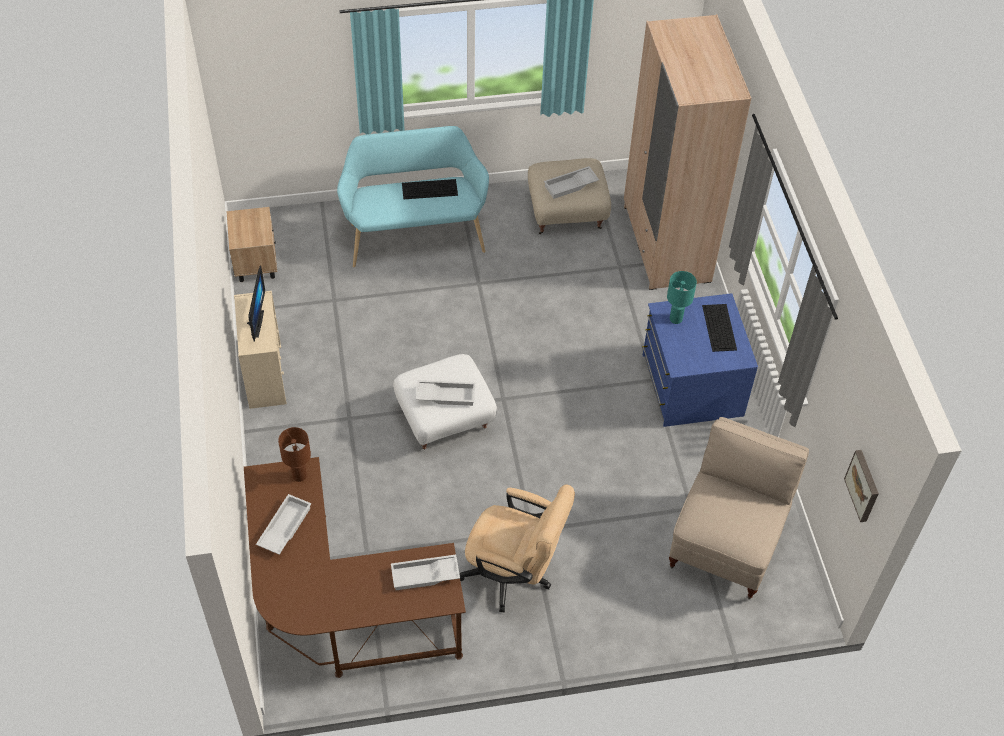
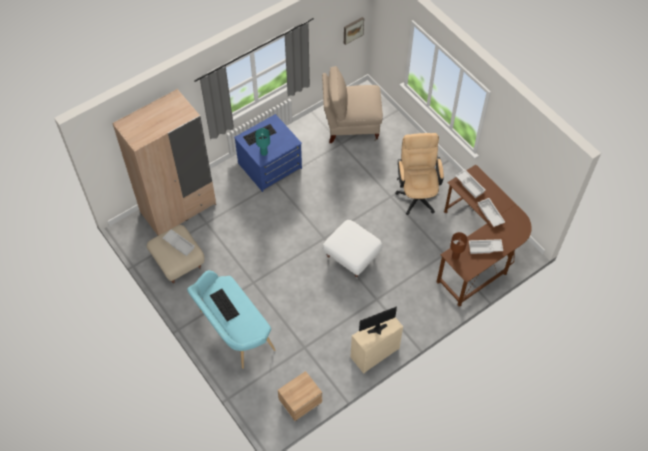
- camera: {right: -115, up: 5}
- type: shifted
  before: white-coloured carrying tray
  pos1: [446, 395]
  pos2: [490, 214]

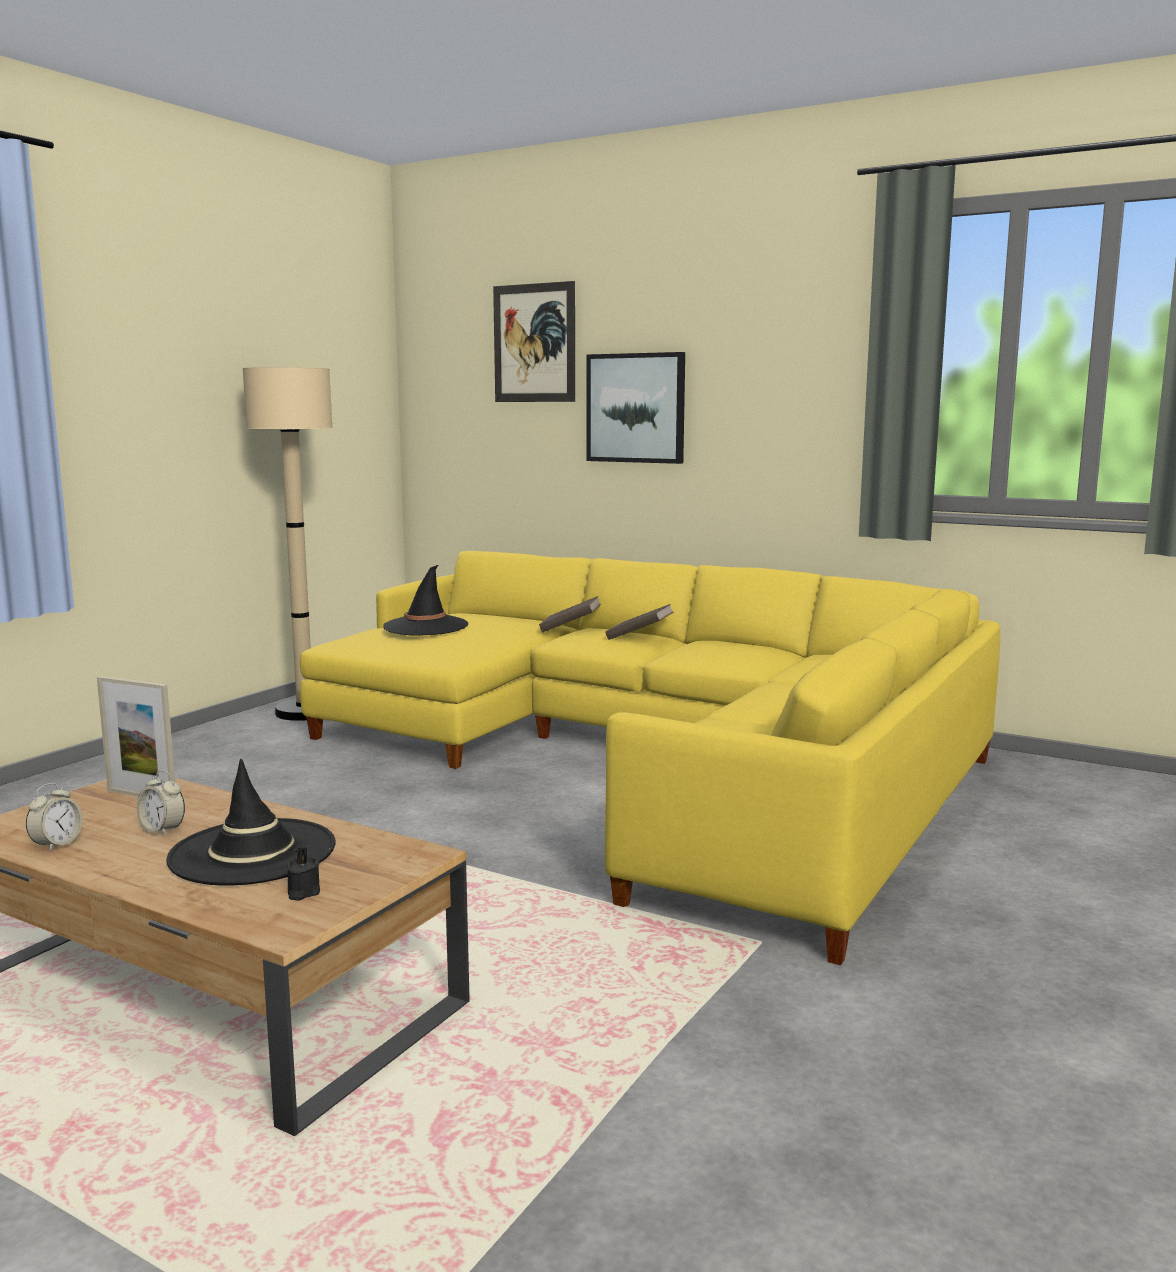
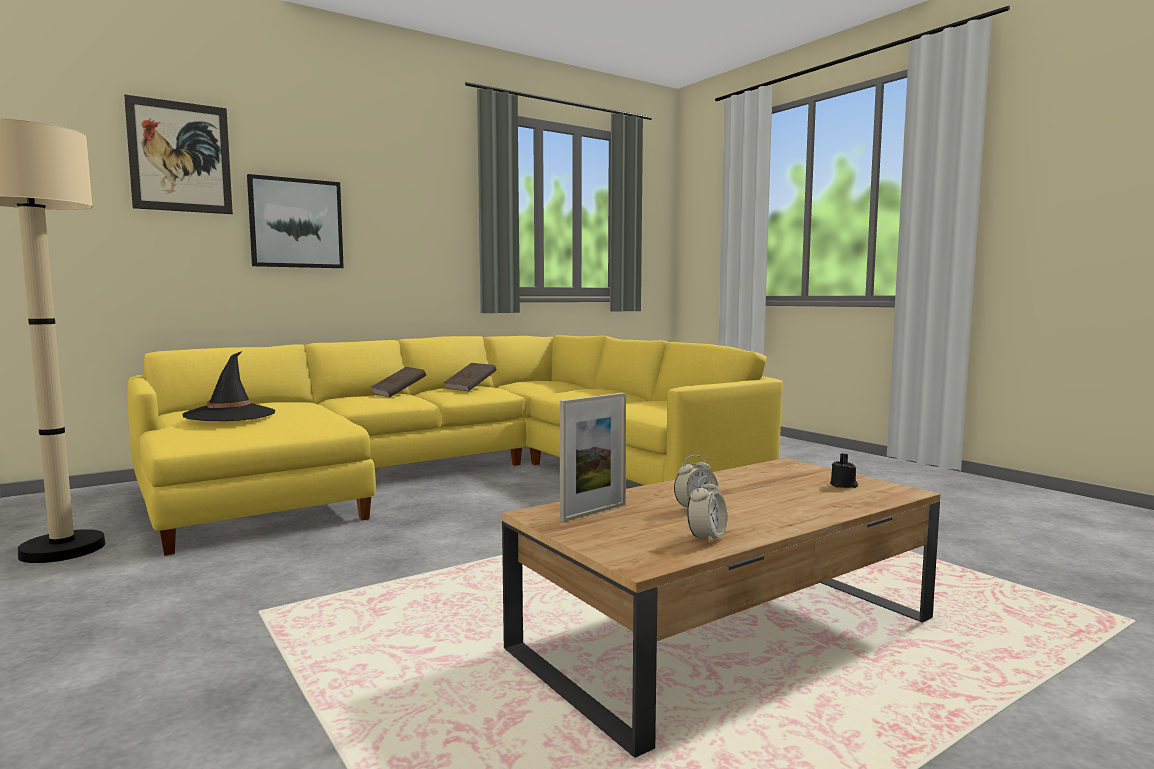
- camera: {right: -65, up: -5}
- type: shifted
  before: brown book
  pos1: [570, 629]
  pos2: [470, 388]
- type: gone
  before: black-coloured clothing hat
  pos1: [253, 853]
- type: rotated
  before: table clock
  pos1: [56, 844]
  pos2: [707, 537]
  turn: 75

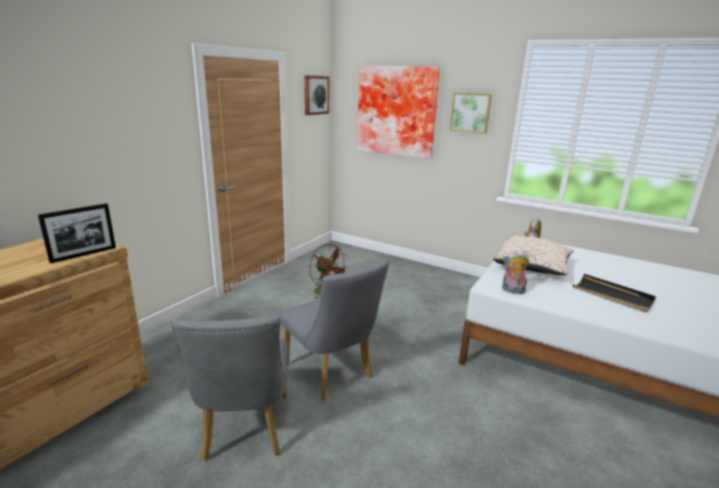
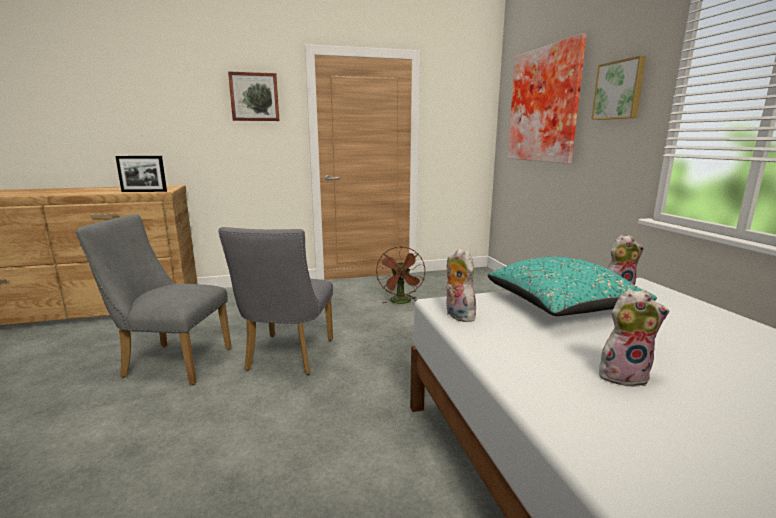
- camera: {right: 45, up: -5}
- type: shifted
  before: wall art
  pos1: [316, 95]
  pos2: [254, 97]
- type: repainted
  before: sand-coloured cushion
  after: turquoise-coloured cushion
  pos1: [532, 267]
  pos2: [562, 307]
- type: swapped
  before: black-coloured carrying tray
  after: plush toy
  pos1: [612, 295]
  pos2: [623, 375]
- type: rotated
  before: greyish chair
  pos1: [245, 432]
  pos2: [171, 362]
  turn: 60

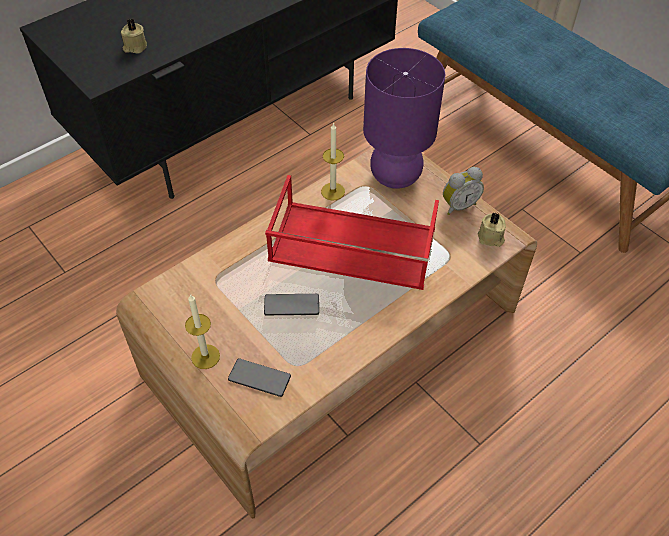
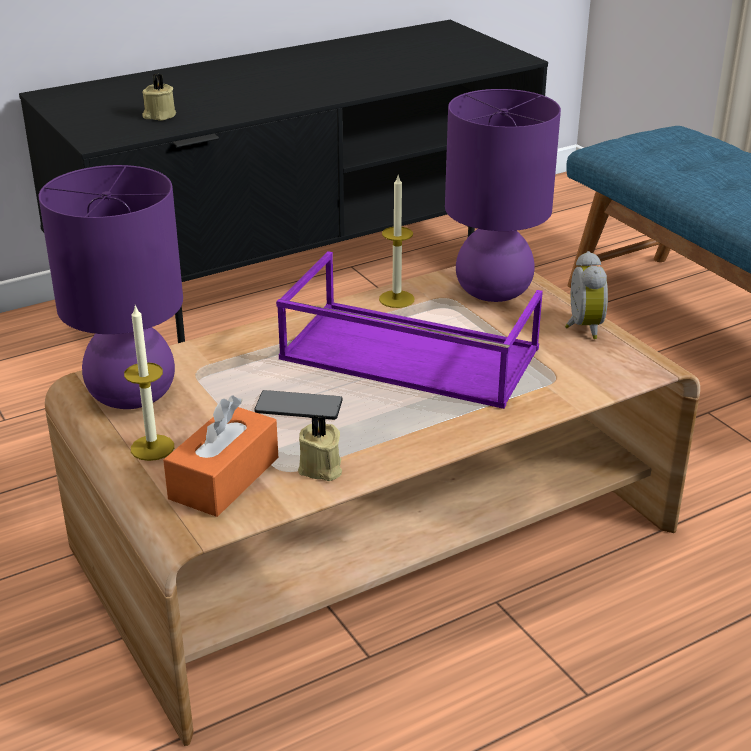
- camera: {right: 10, up: -20}
- type: rotated
  before: table clock
  pos1: [458, 205]
  pos2: [581, 327]
  turn: -75
- type: repainted
  before: reddish carrying tray
  after: purple-coloured carrying tray
  pos1: [350, 246]
  pos2: [406, 355]
- type: shifted
  before: sand-coloured wax candle
  pos1: [490, 238]
  pos2: [320, 469]
- type: swapped
  before: telephone
  after: orange box of tissues
  pos1: [259, 378]
  pos2: [224, 478]
- type: new
  after: purple-coloured lamp for a table
  pos2: [133, 395]

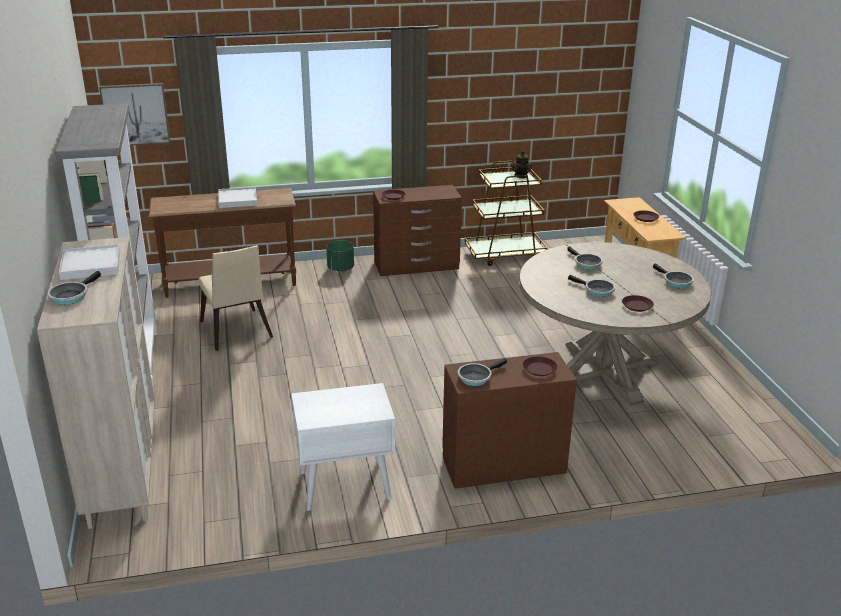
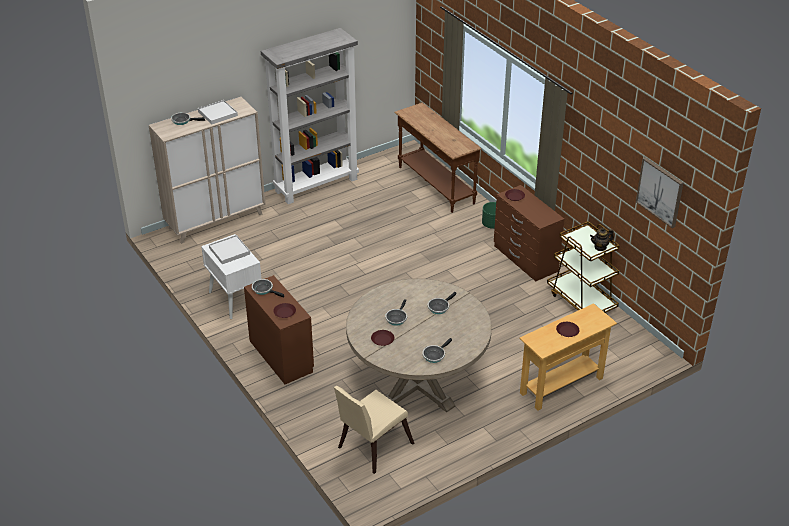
- camera: {right: 70, up: 10}
- type: shifted
  before: wall art
  pos1: [135, 114]
  pos2: [660, 192]
- type: shifted
  before: white-coloured carrying tray
  pos1: [237, 199]
  pos2: [229, 251]
- type: shifted
  before: sand-coloured chair
  pos1: [236, 332]
  pos2: [371, 447]

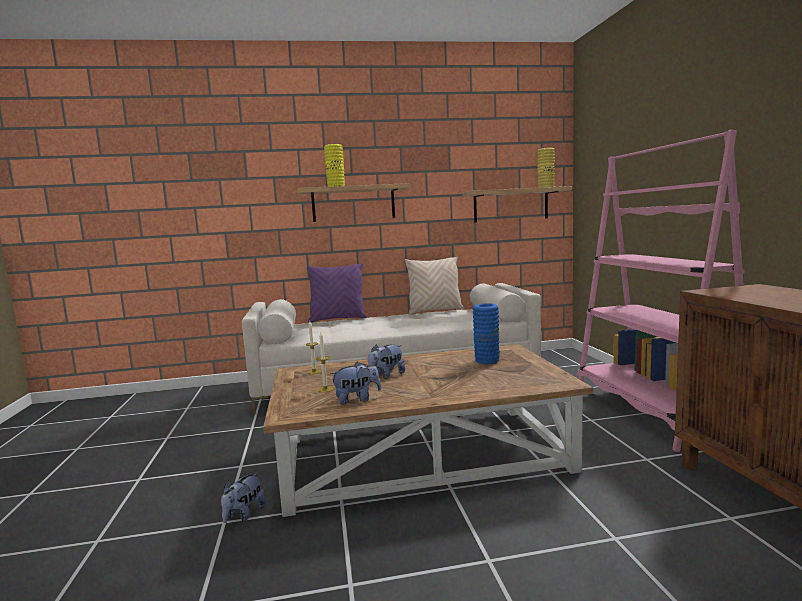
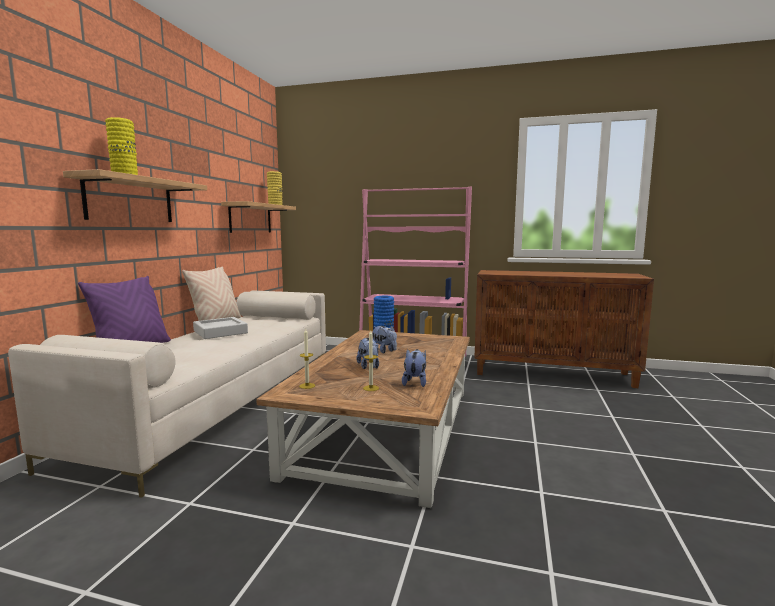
- camera: {right: -65, up: 0}
- type: shifted
  before: plush toy
  pos1: [244, 514]
  pos2: [384, 351]
- type: new
  after: greyish carrying tray
  pos2: [220, 332]

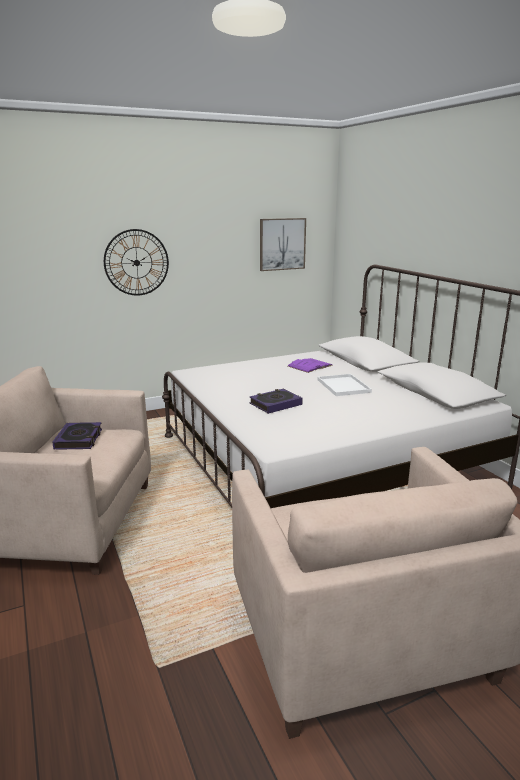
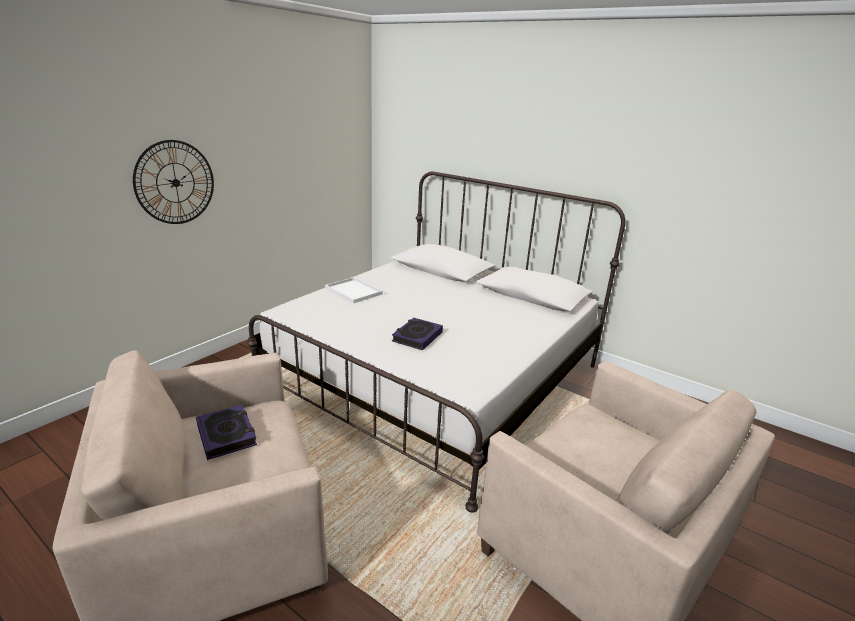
- camera: {right: -30, up: 5}
- type: gone
  before: wall art
  pos1: [282, 244]
- type: gone
  before: purple-coloured book
  pos1: [309, 366]
- type: shifted
  before: white-coloured carrying tray
  pos1: [342, 385]
  pos2: [352, 291]

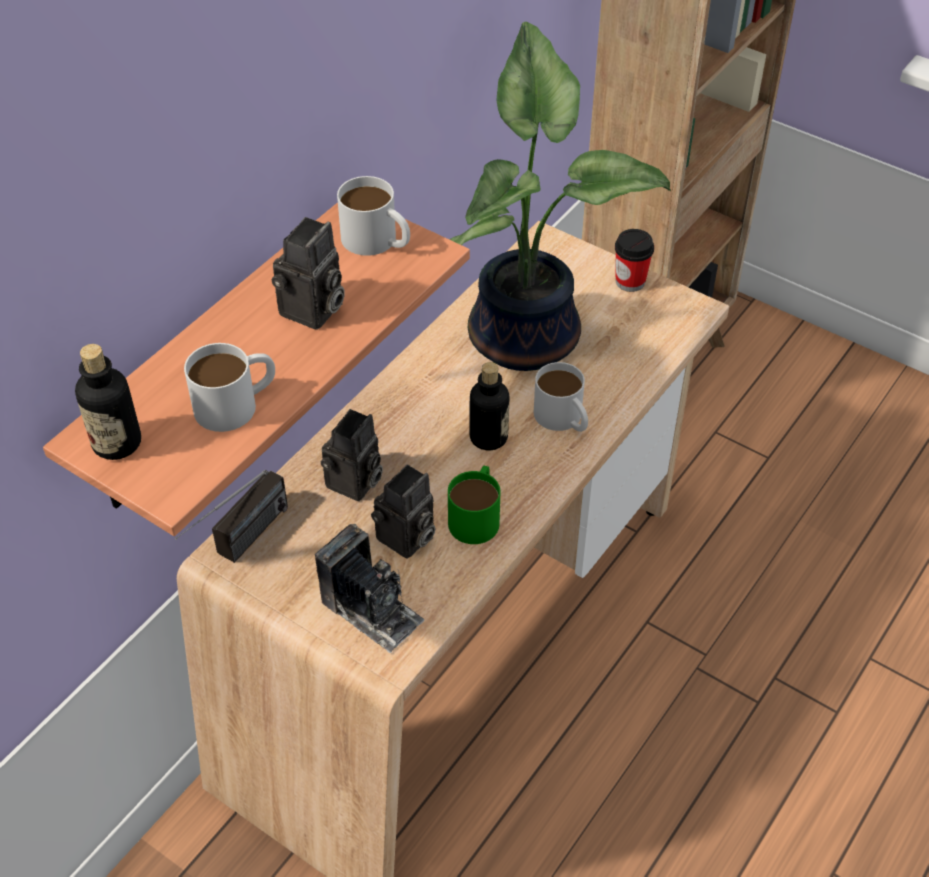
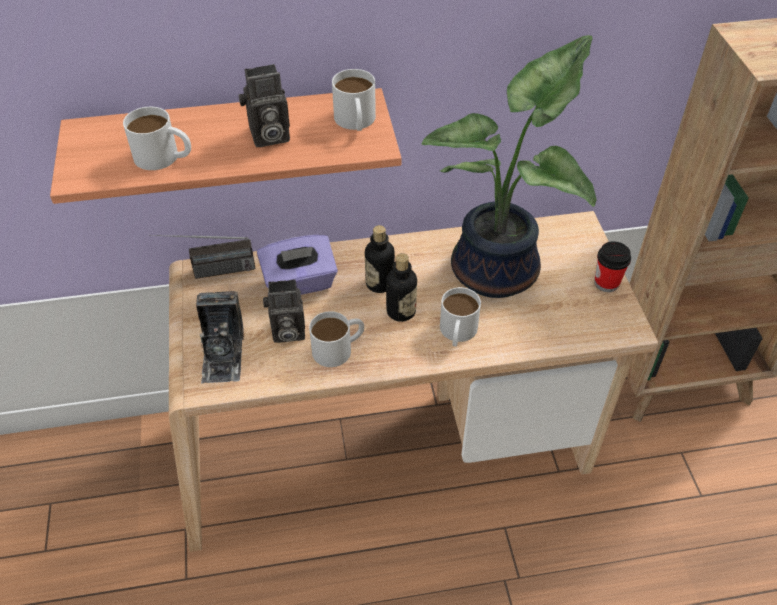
- camera: {right: 45, up: 0}
- type: shifted
  before: beverage bottle
  pos1: [117, 443]
  pos2: [379, 283]
- type: swapped
  before: still camera
  after: purple-coloured box of tissues
  pos1: [354, 484]
  pos2: [300, 283]
- type: repainted
  before: greenish tea mug
  after: white-coloured tea mug
  pos1: [477, 515]
  pos2: [339, 348]

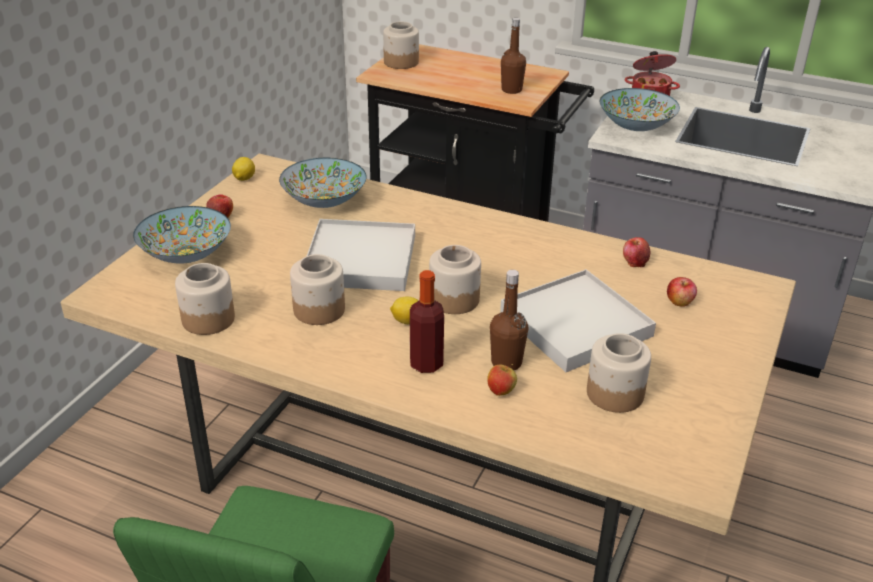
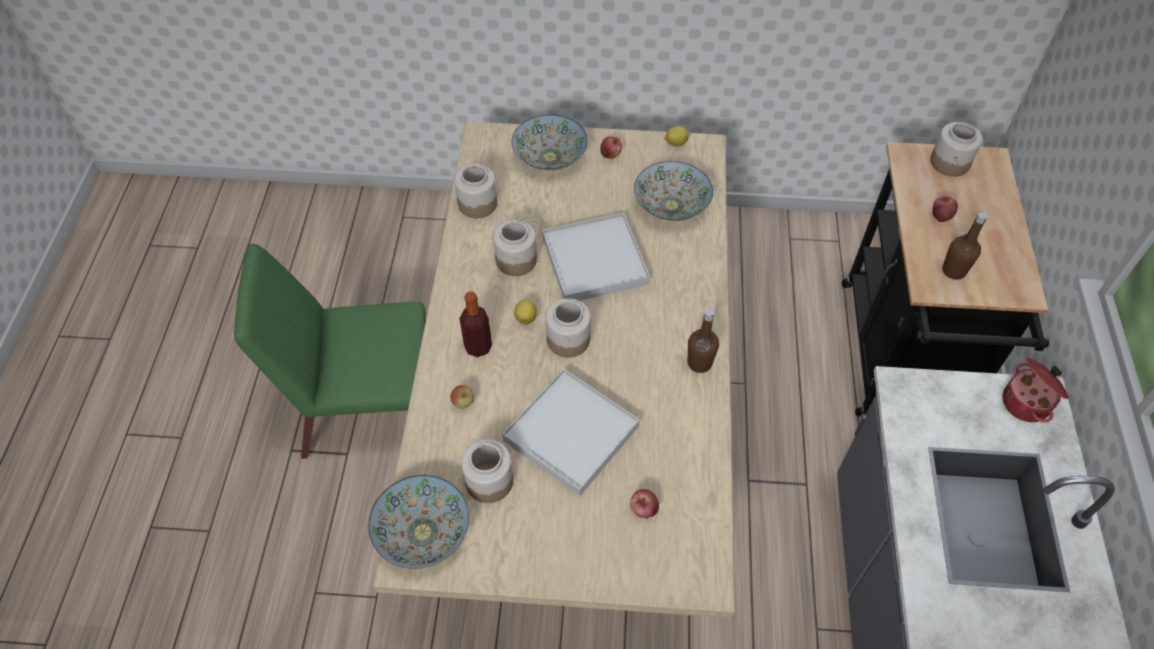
- camera: {right: 70, up: 20}
- type: shifted
  before: bowl
  pos1: [636, 126]
  pos2: [422, 532]
- type: shifted
  before: apple
  pos1: [634, 262]
  pos2: [941, 215]
- type: shifted
  before: brown beverage bottle
  pos1: [506, 362]
  pos2: [699, 363]

